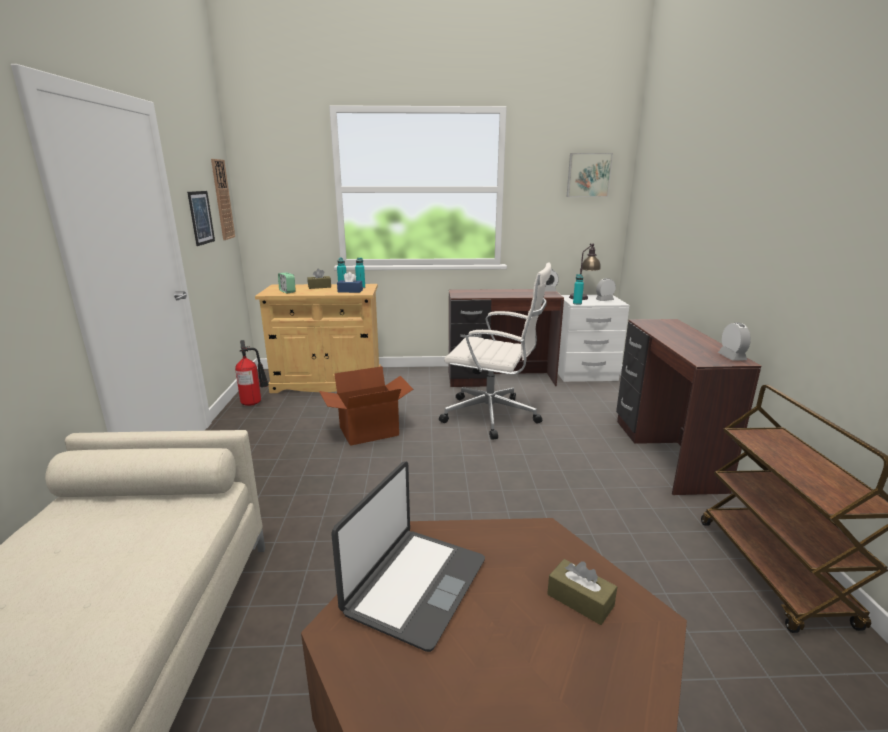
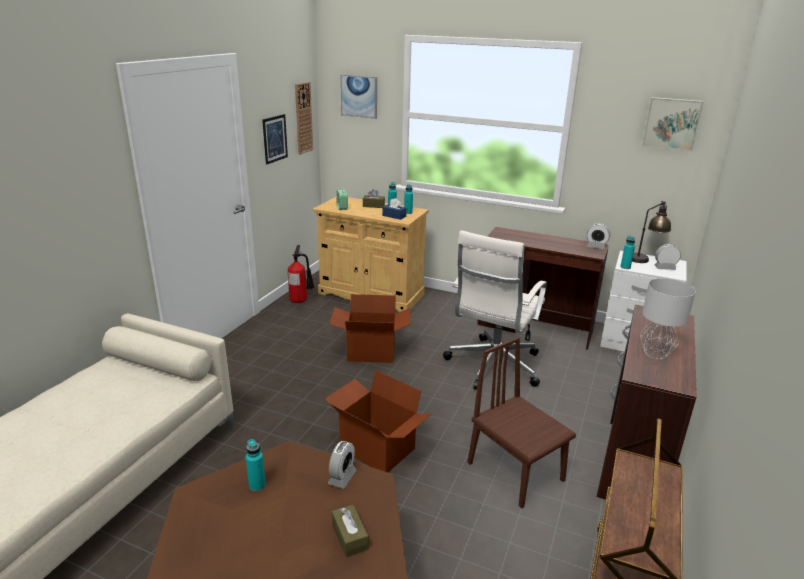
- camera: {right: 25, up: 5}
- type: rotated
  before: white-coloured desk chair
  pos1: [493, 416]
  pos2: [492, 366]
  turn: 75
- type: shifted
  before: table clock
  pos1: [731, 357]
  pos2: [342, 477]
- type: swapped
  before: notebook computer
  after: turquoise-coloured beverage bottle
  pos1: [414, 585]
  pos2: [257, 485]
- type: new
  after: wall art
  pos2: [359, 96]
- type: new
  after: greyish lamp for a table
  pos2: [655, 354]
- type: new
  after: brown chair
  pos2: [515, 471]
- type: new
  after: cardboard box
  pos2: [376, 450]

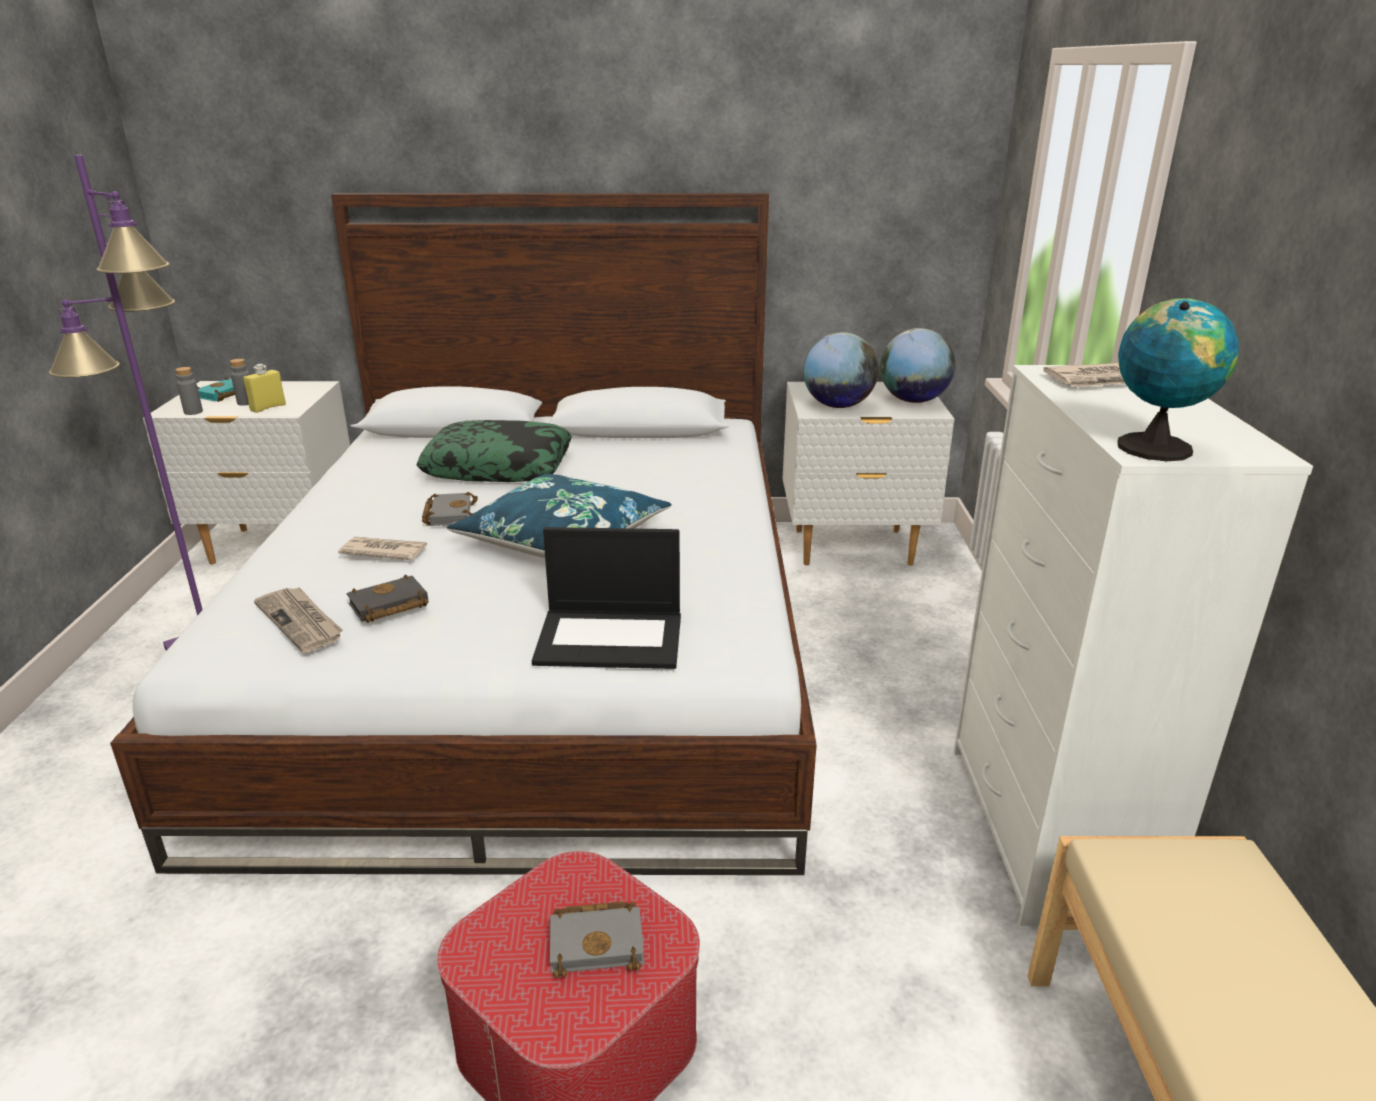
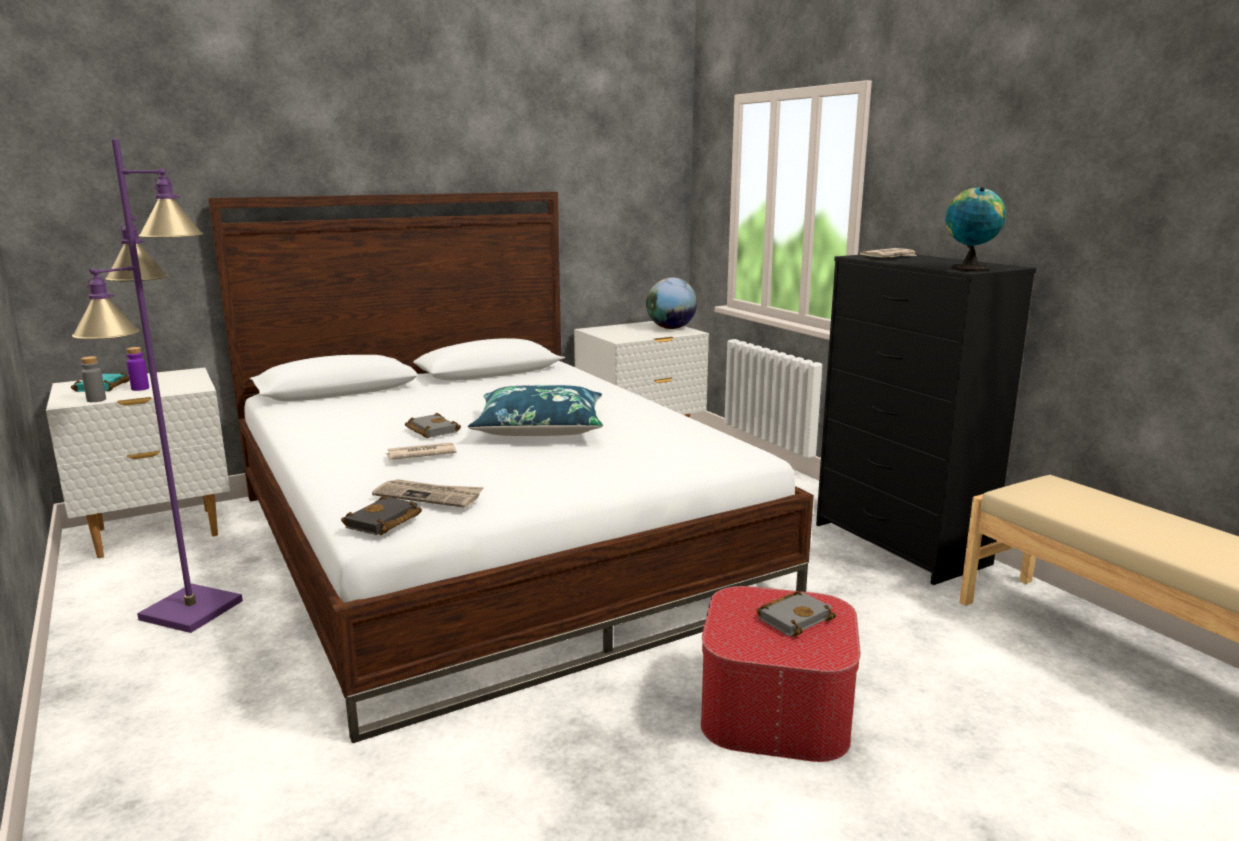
- camera: {right: -30, up: -10}
- type: gone
  before: desk globe
  pos1: [837, 406]
- type: repainted
  before: greyish beverage bottle
  after: purple-coloured beverage bottle
  pos1: [246, 403]
  pos2: [140, 388]
- type: gone
  before: yellow beverage bottle
  pos1: [268, 407]
- type: repainted
  before: white-coloured chest of drawers
  after: black-coloured chest of drawers
  pos1: [1048, 831]
  pos2: [901, 544]
- type: gone
  before: cushion
  pos1: [499, 466]
- type: gone
  before: notebook computer
  pos1: [611, 638]
- type: shifted
  before: black-coloured book
  pos1: [388, 606]
  pos2: [383, 522]

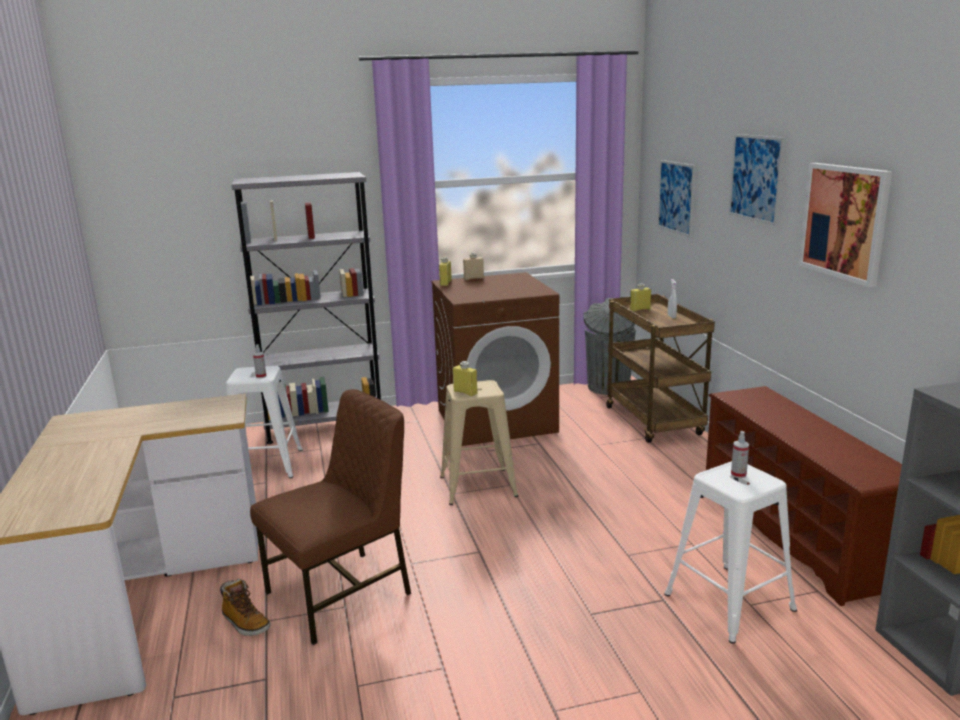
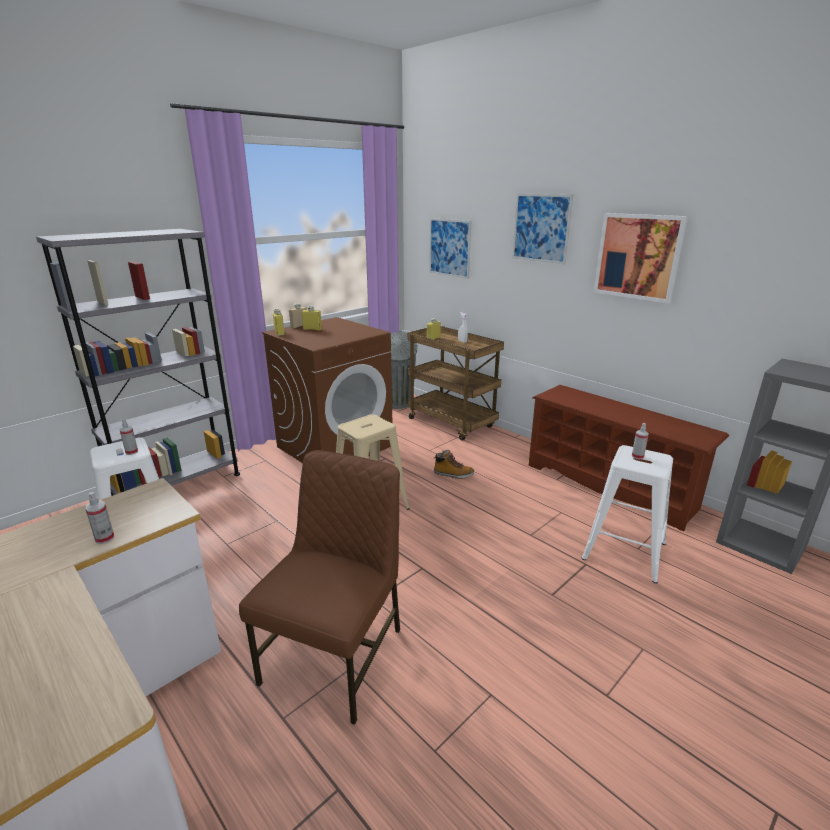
- camera: {right: -30, up: 5}
- type: shifted
  before: yellow beverage bottle
  pos1: [465, 392]
  pos2: [312, 329]
- type: shifted
  before: tall boot
  pos1: [245, 623]
  pos2: [453, 474]
- type: new
  after: hand sprayer
  pos2: [105, 538]

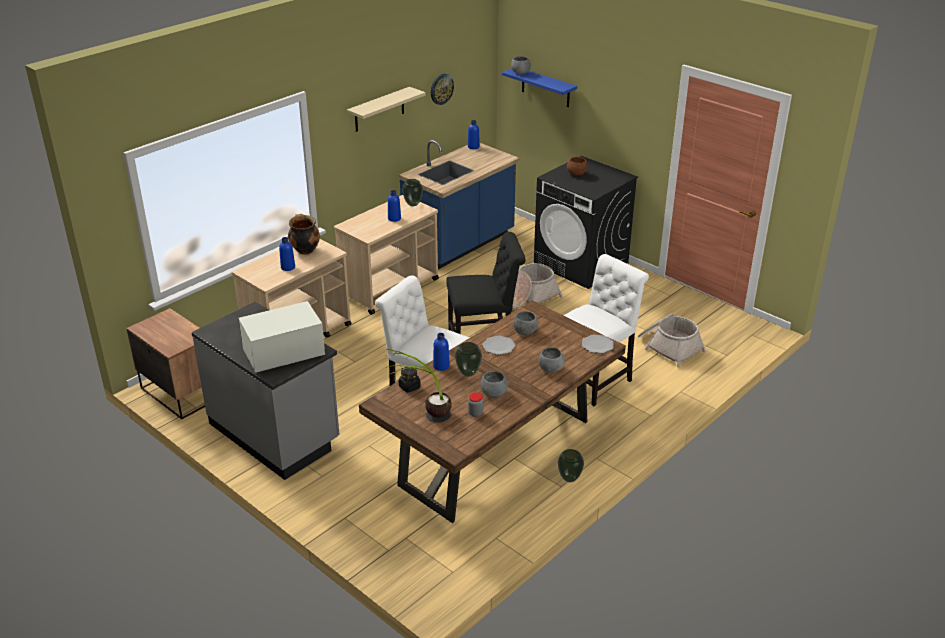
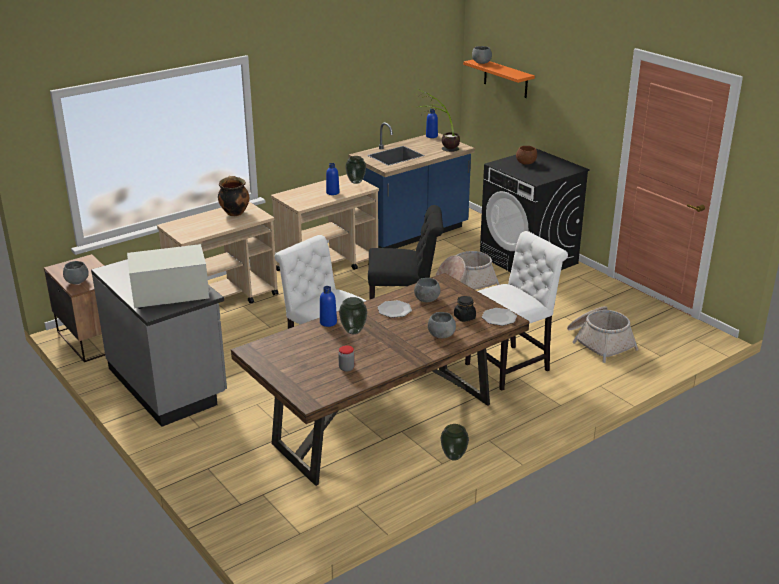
- camera: {right: 10, up: -5}
- type: repainted
  before: blue-coloured wall shelf
  after: orange wall shelf
  pos1: [545, 87]
  pos2: [505, 78]
- type: gone
  before: hanging clock
  pos1: [441, 89]
- type: gone
  before: sand-coloured wall shelf
  pos1: [379, 110]
- type: gone
  before: blue-coloured beverage bottle
  pos1: [288, 267]
- type: shifted
  before: potted plant
  pos1: [423, 416]
  pos2: [439, 148]
- type: shifted
  before: black-coloured storage jar
  pos1: [409, 387]
  pos2: [464, 317]
- type: shifted
  before: greyish bowl
  pos1: [494, 393]
  pos2: [77, 281]

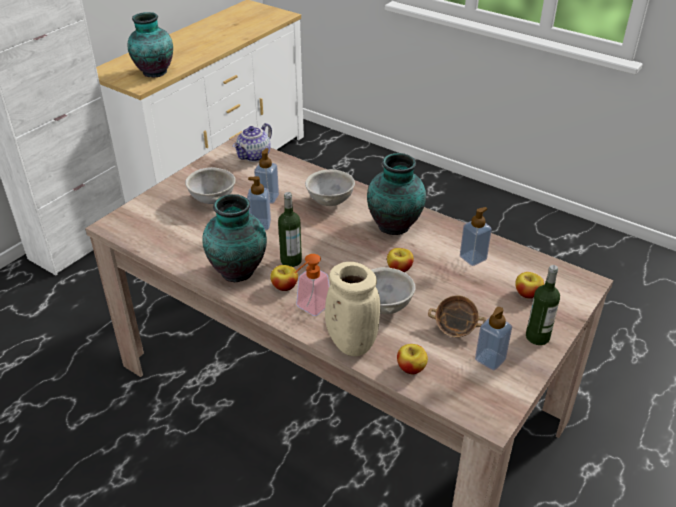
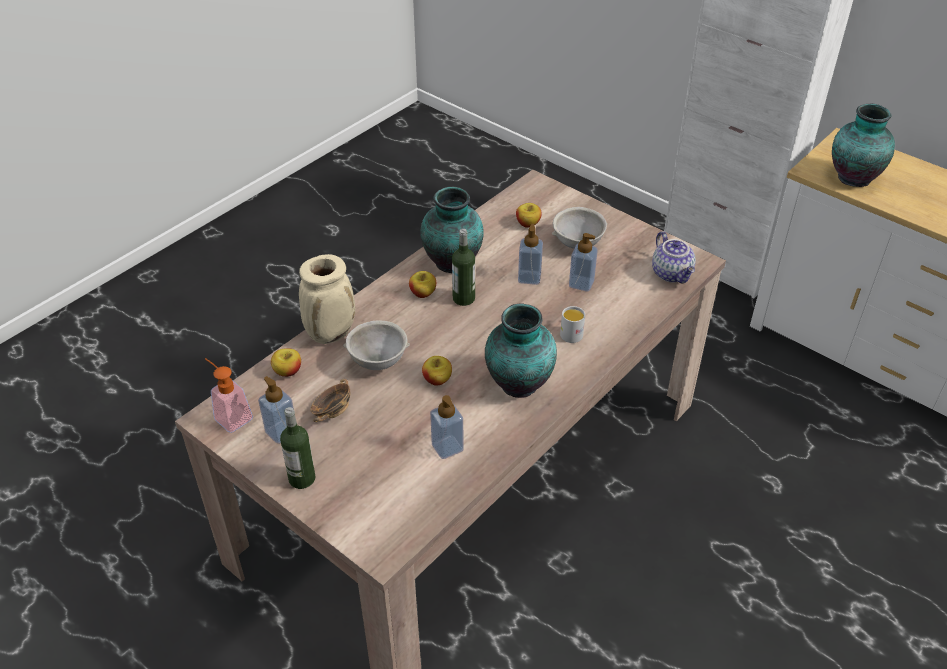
- camera: {right: 95, up: 5}
- type: rotated
  before: pot for tea
  pos1: [254, 156]
  pos2: [672, 274]
  turn: -150
- type: swapped
  before: greyish bowl
  after: white-coloured tea mug
  pos1: [329, 202]
  pos2: [572, 332]
- type: shifted
  before: soap bottle
  pos1: [310, 308]
  pos2: [230, 415]
- type: shifted
  before: apple
  pos1: [527, 294]
  pos2: [528, 223]

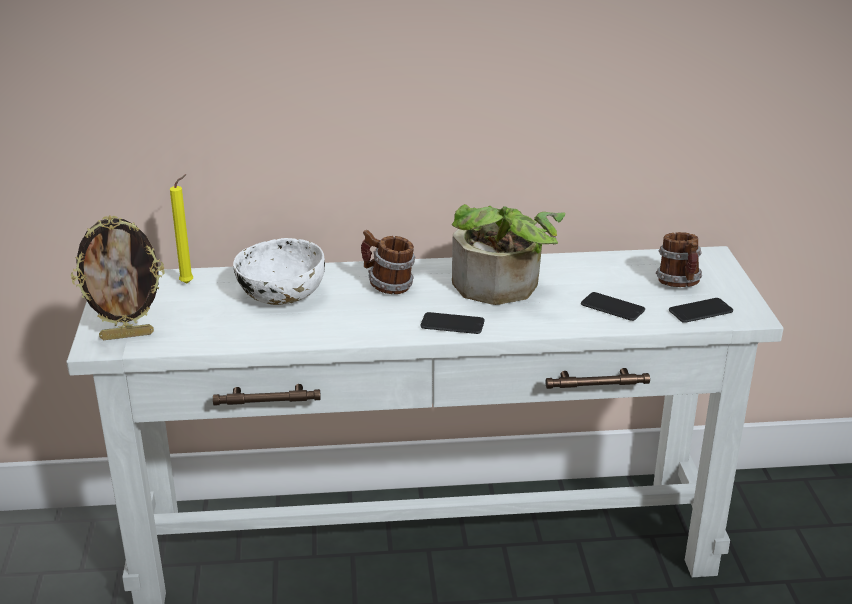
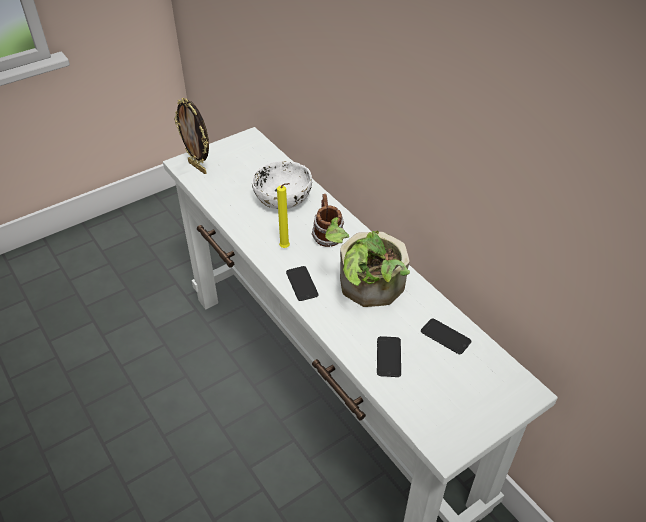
- camera: {right: 60, up: 15}
- type: shifted
  before: yellow wax candle
  pos1: [189, 283]
  pos2: [286, 248]
- type: gone
  before: tea mug
  pos1: [679, 284]
- type: shifted
  before: telephone
  pos1: [700, 311]
  pos2: [445, 337]

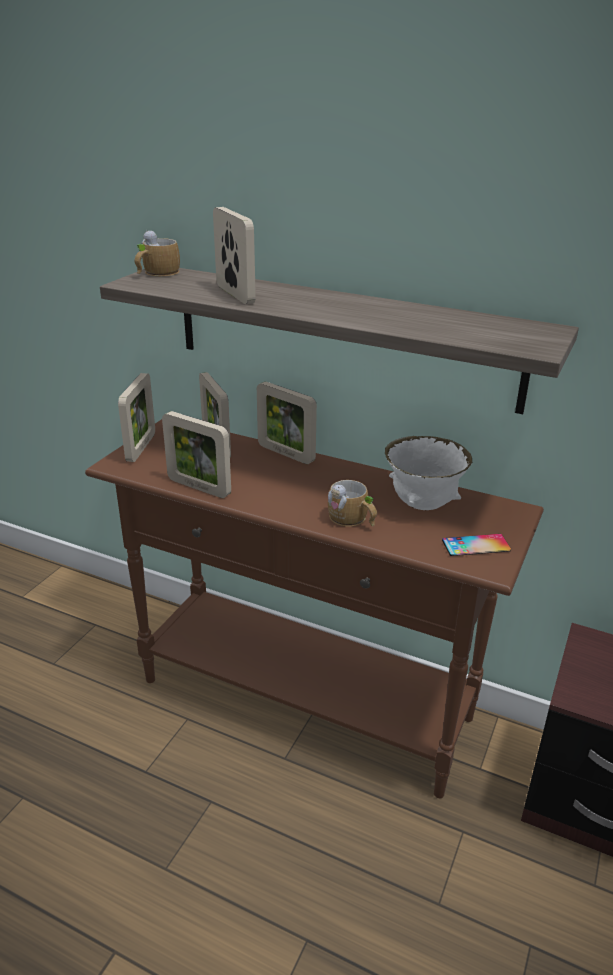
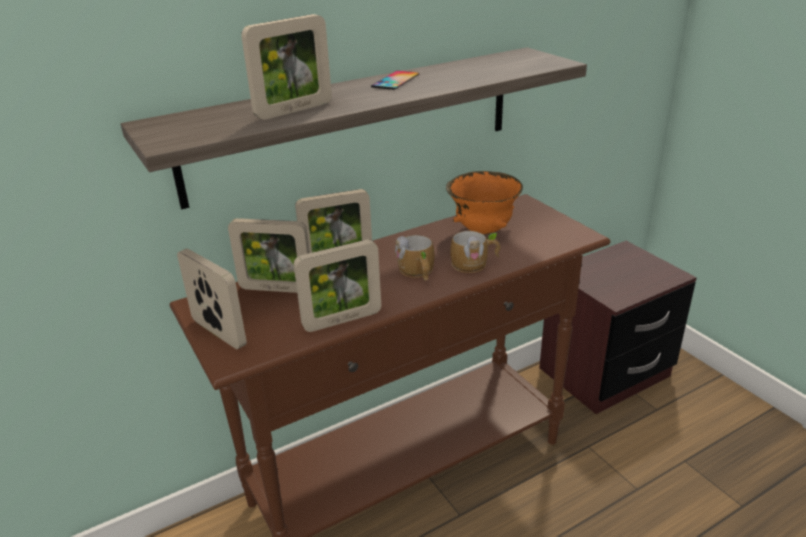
- camera: {right: -55, up: 0}
- type: rotated
  before: photo frame
  pos1: [235, 294]
  pos2: [294, 110]
  turn: 135
- type: shifted
  before: tea mug
  pos1: [156, 273]
  pos2: [417, 272]
- type: repainted
  before: white-coloured bowl
  after: orange bowl
  pos1: [423, 505]
  pos2: [483, 230]
- type: shifted
  before: telephone
  pos1: [476, 545]
  pos2: [395, 81]

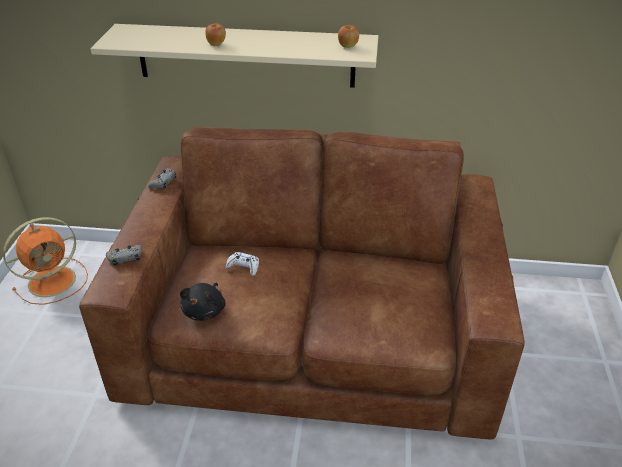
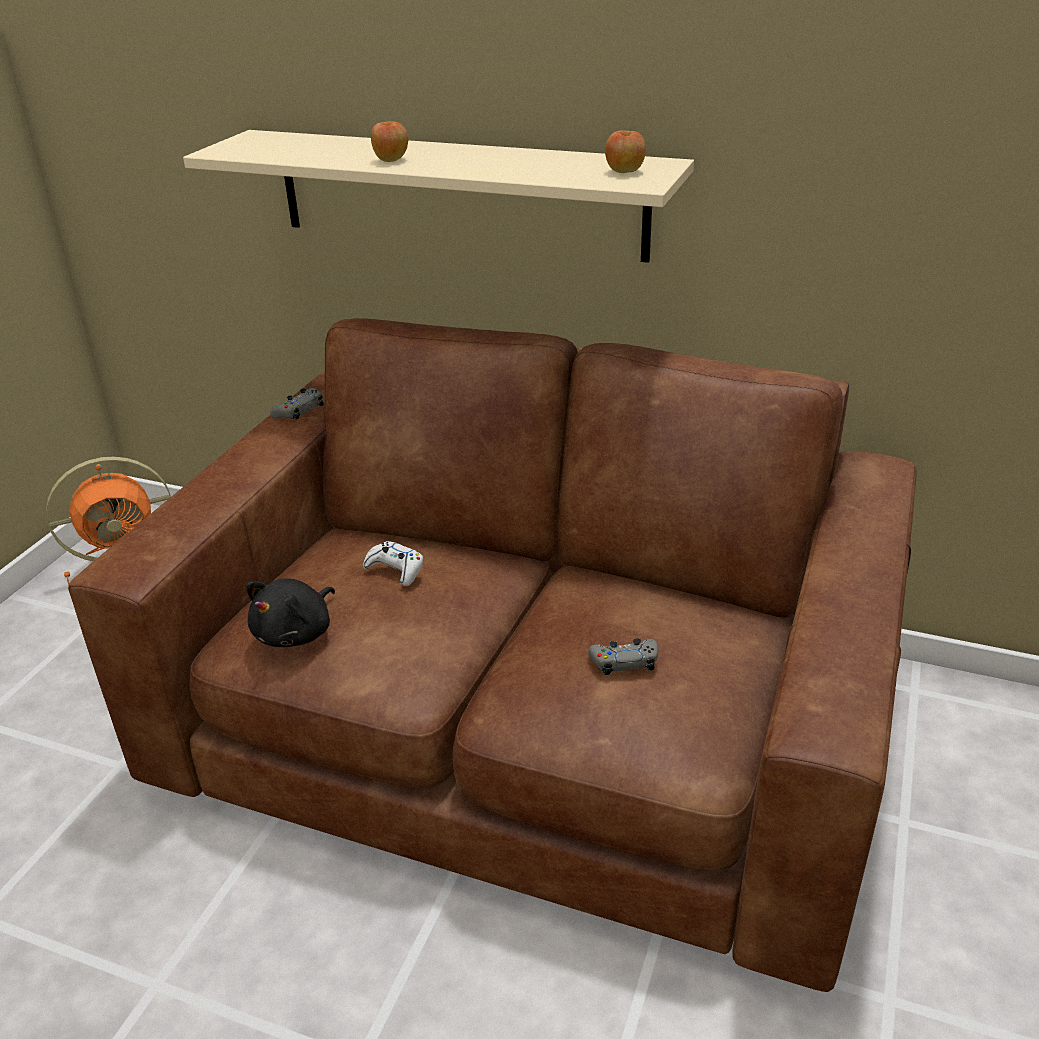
- camera: {right: 15, up: -5}
- type: shifted
  before: greyish joypad
  pos1: [125, 258]
  pos2: [624, 662]

